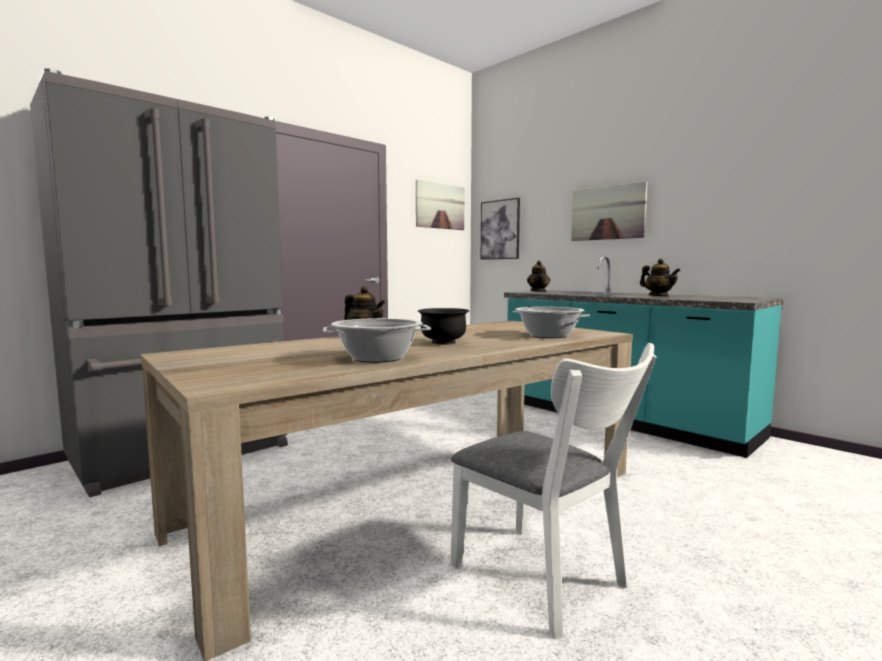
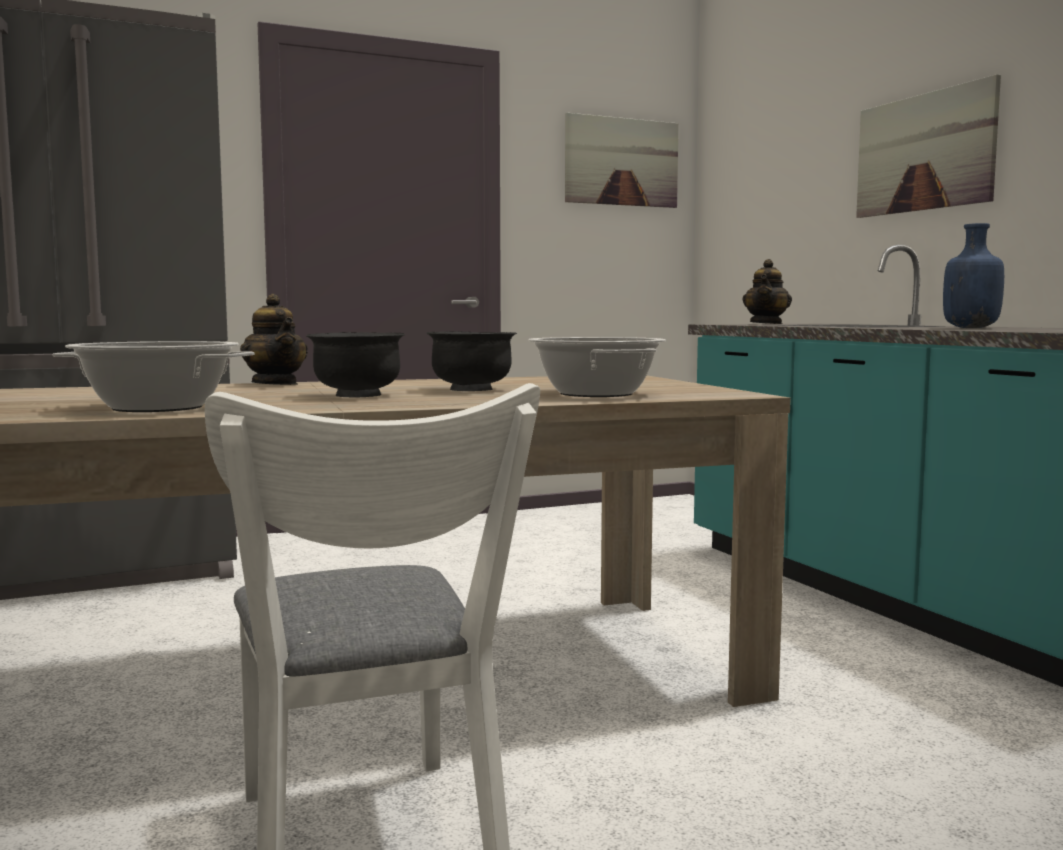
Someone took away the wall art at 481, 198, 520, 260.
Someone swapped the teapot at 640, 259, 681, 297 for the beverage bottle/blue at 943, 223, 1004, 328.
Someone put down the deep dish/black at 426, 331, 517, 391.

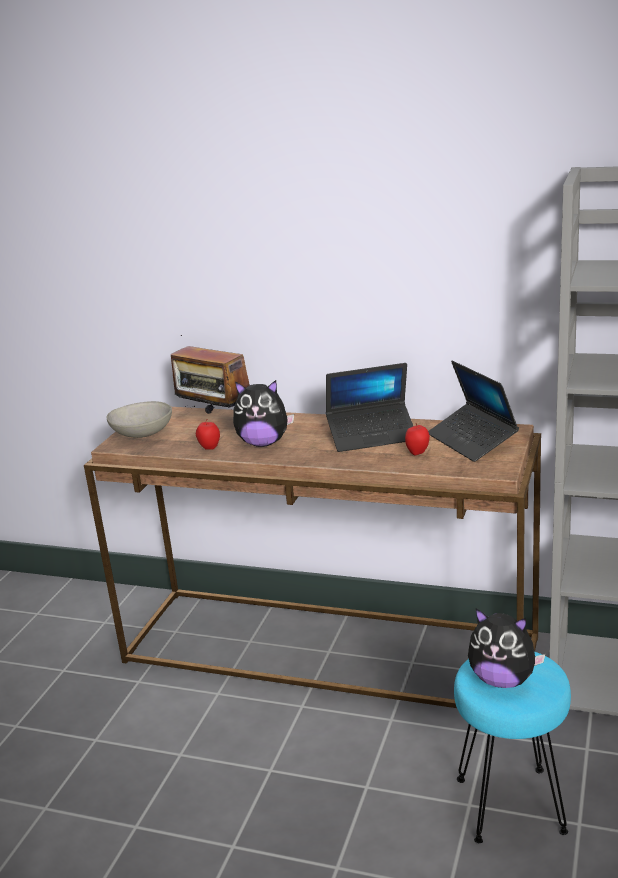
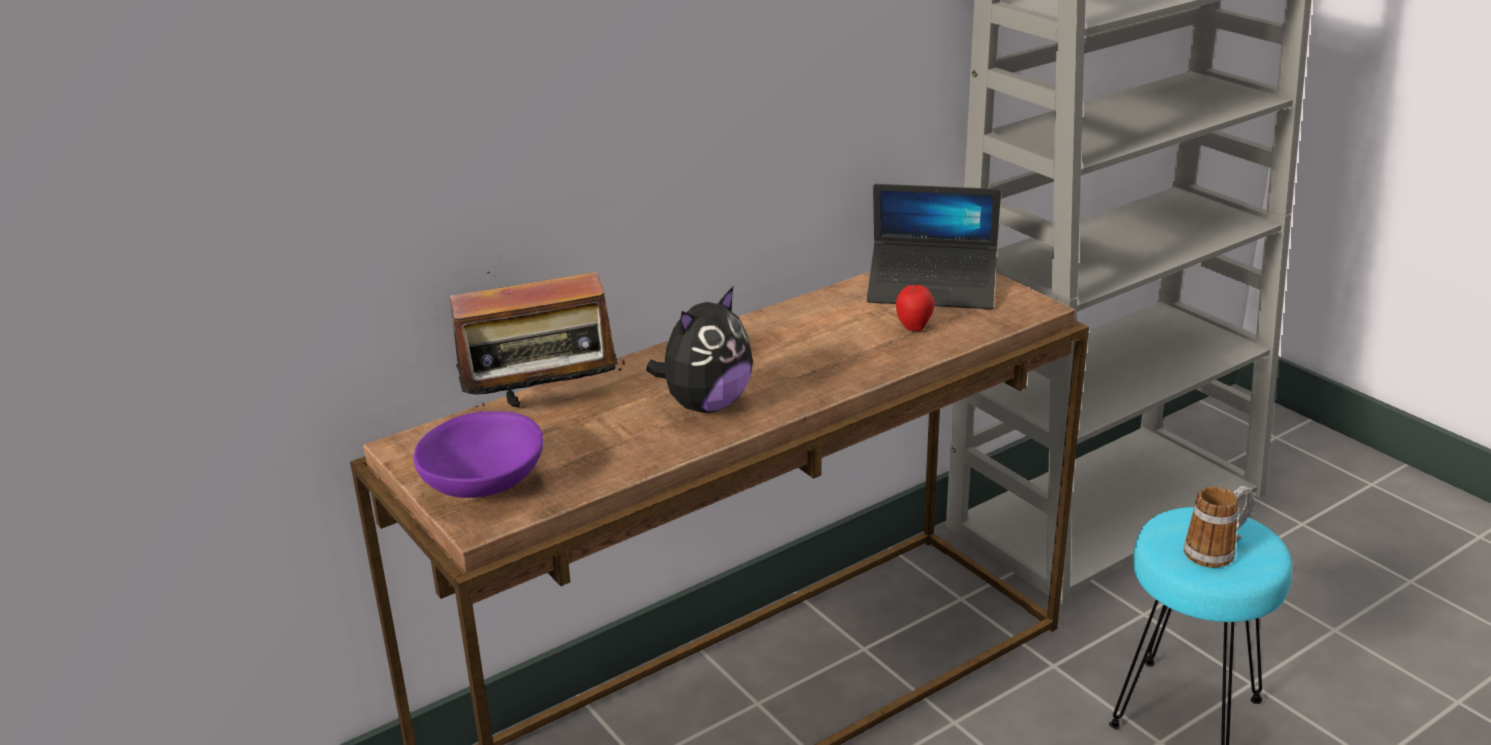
Someone repainted the deep dish/gray at 106, 401, 172, 438, which became the deep dish/purple at 413, 411, 544, 498.
Someone took away the whole apple at 196, 420, 220, 450.
Someone took away the notebook computer at 326, 363, 413, 452.
Someone swapped the soft toy at 468, 609, 545, 688 for the mug at 1184, 486, 1254, 568.

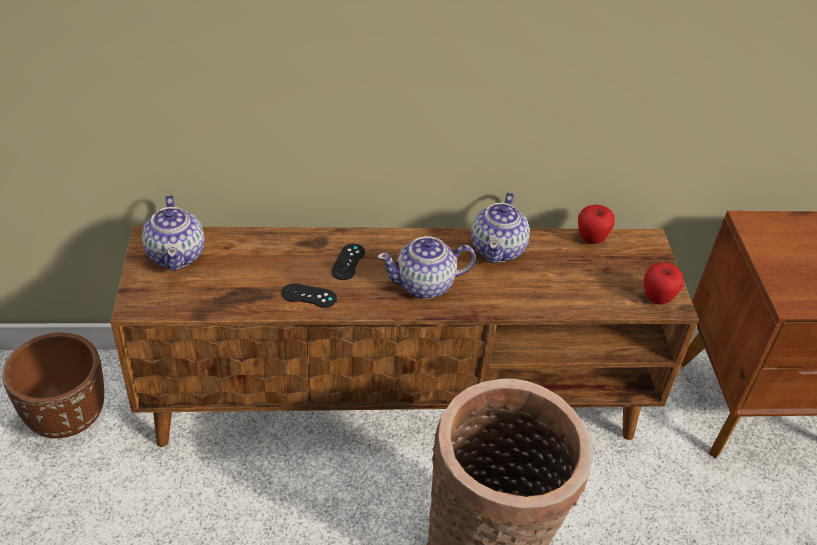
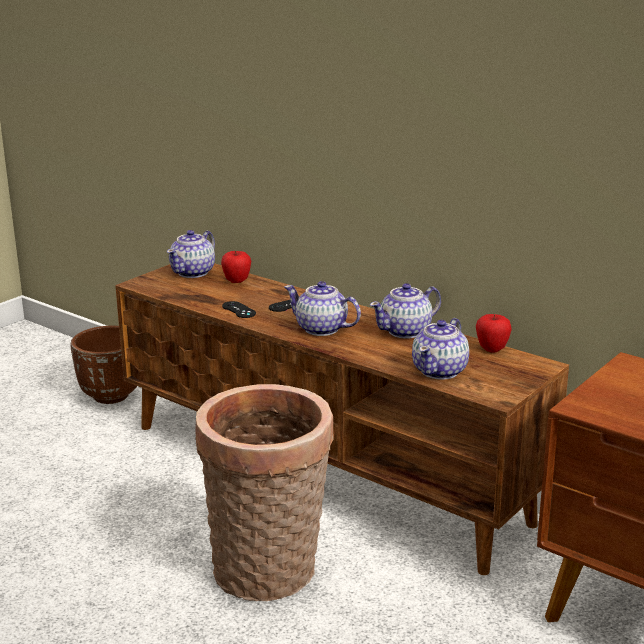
Someone carried the whole apple from 644, 262, 683, 304 to 221, 251, 251, 283.
Someone put down the teapot at 412, 318, 469, 380.

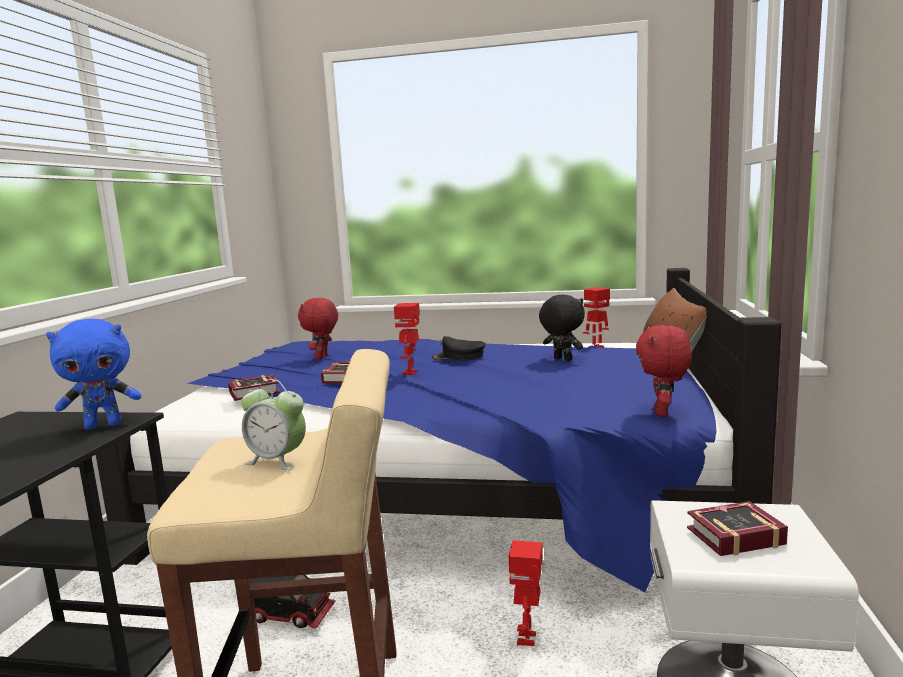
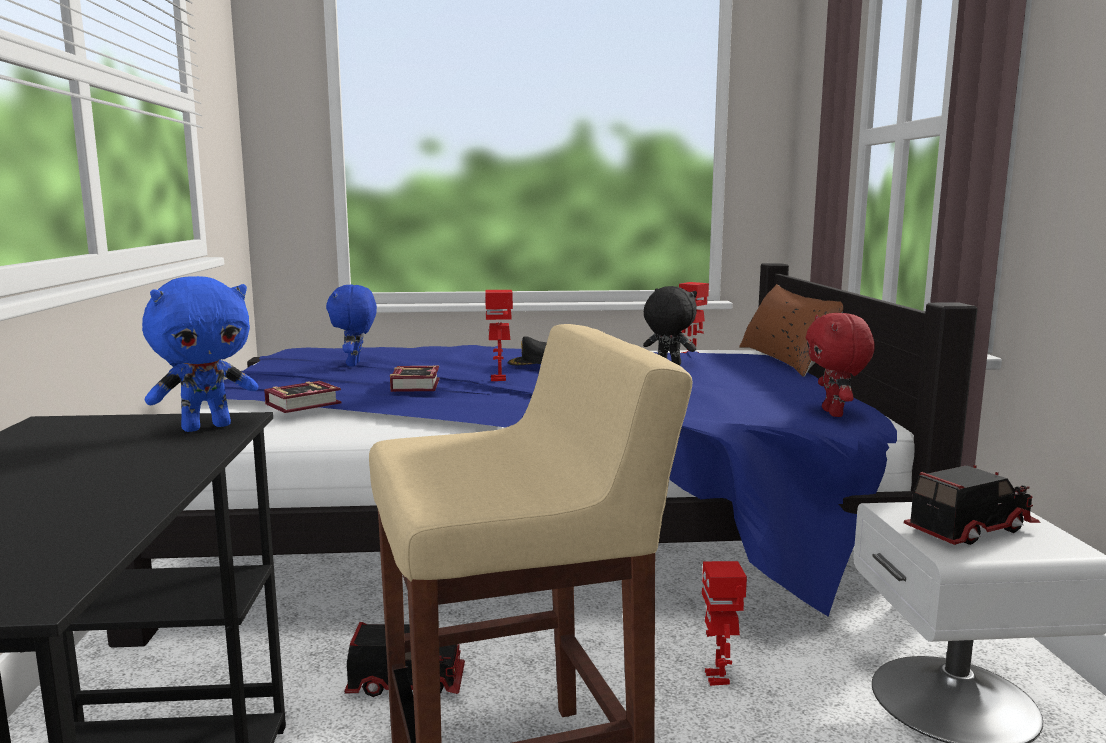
Someone took away the table clock at 241, 379, 306, 470.
Someone repainted the soft toy/red-coloured at 298, 298, 338, 359, which became the soft toy/blue at 326, 285, 377, 366.
Someone swapped the book at 687, 501, 788, 556 for the toy lorry at 904, 465, 1040, 545.

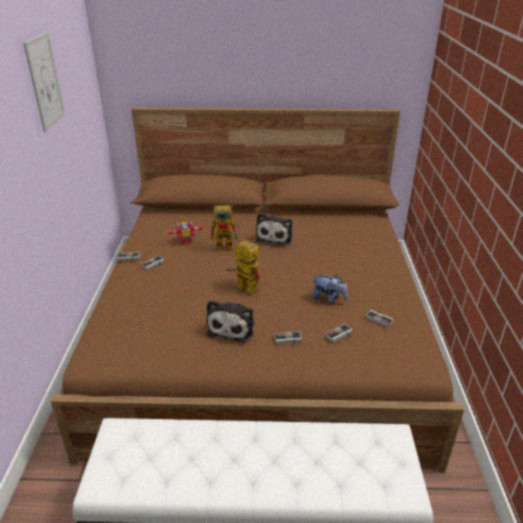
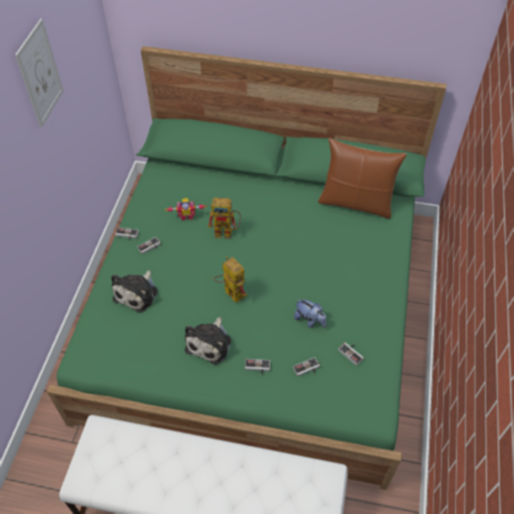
Someone repainted the bed/brownish at 51, 107, 465, 473, which became the bed/green at 47, 46, 446, 490.
Someone carried the soft toy from 256, 213, 292, 246 to 111, 270, 158, 313.
Someone put down the cushion/brownish at 318, 138, 407, 219.

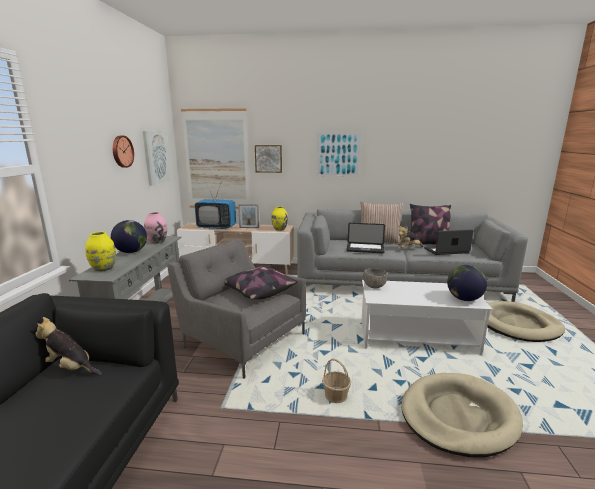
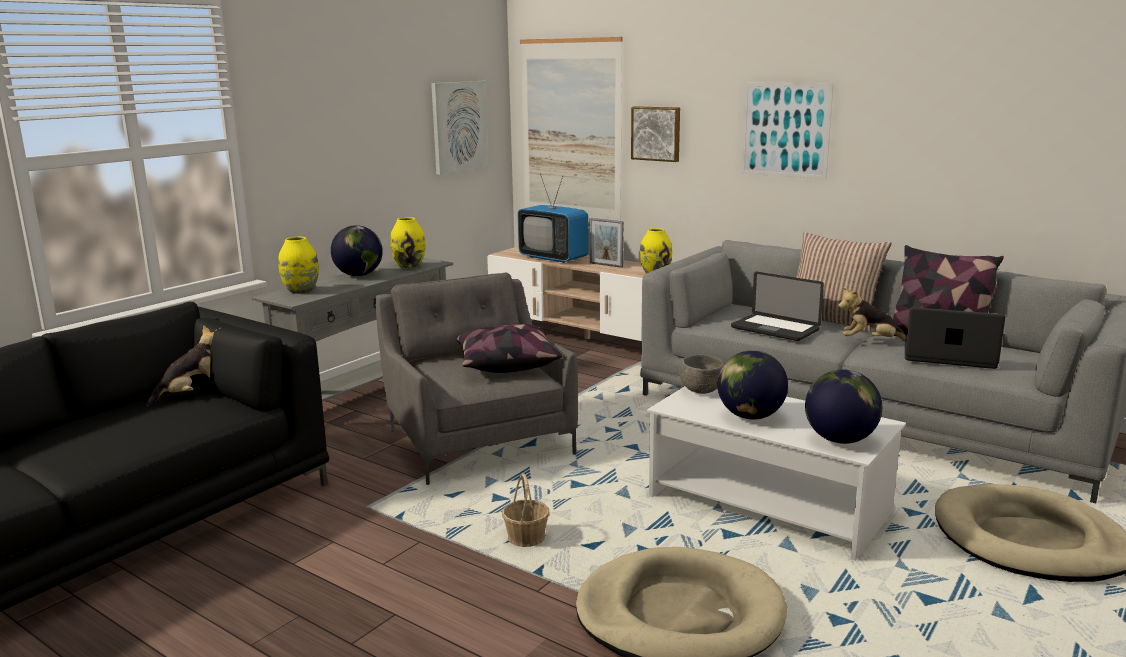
Someone rotated the soft toy at 36, 317, 102, 375 by 90 degrees clockwise.
Someone took away the wall clock at 113, 136, 134, 168.
Someone repainted the flower vase/pink at 144, 212, 167, 244, which became the flower vase/yellow-coloured at 390, 217, 425, 269.
Someone put down the world globe at 717, 350, 788, 420.

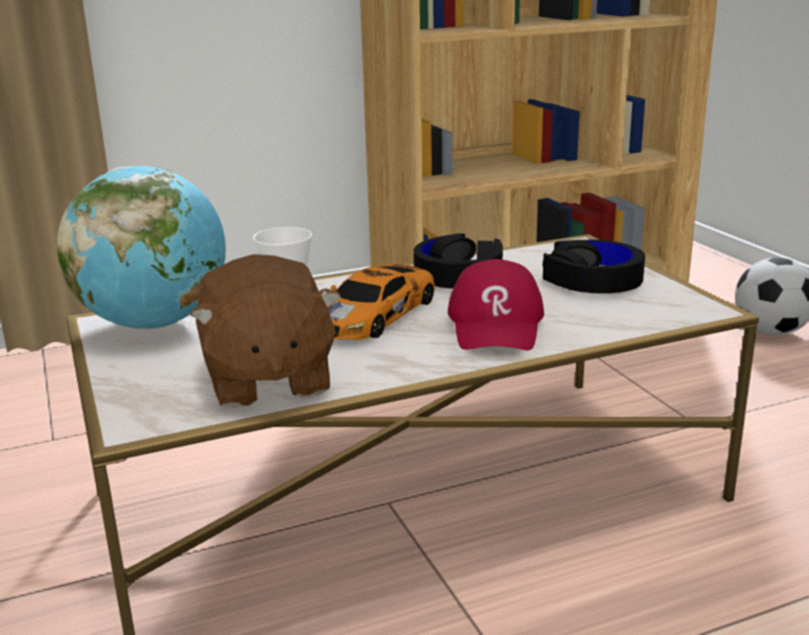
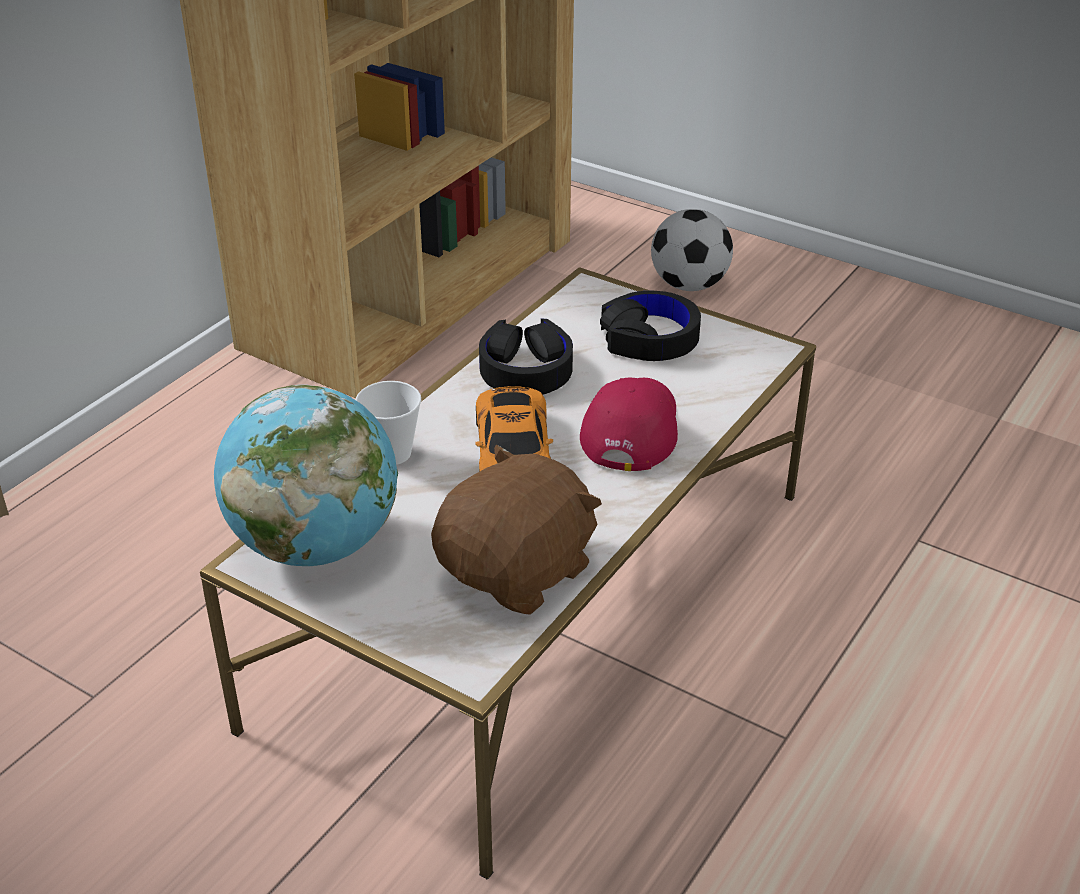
Someone rotated the soft toy/brownish at 190, 254, 341, 408 by 90 degrees counterclockwise.
Someone rotated the peaked cap/red-coloured at 448, 259, 544, 350 by 135 degrees counterclockwise.

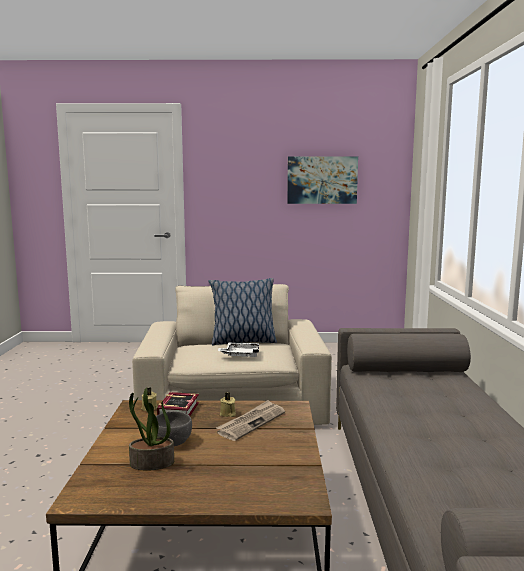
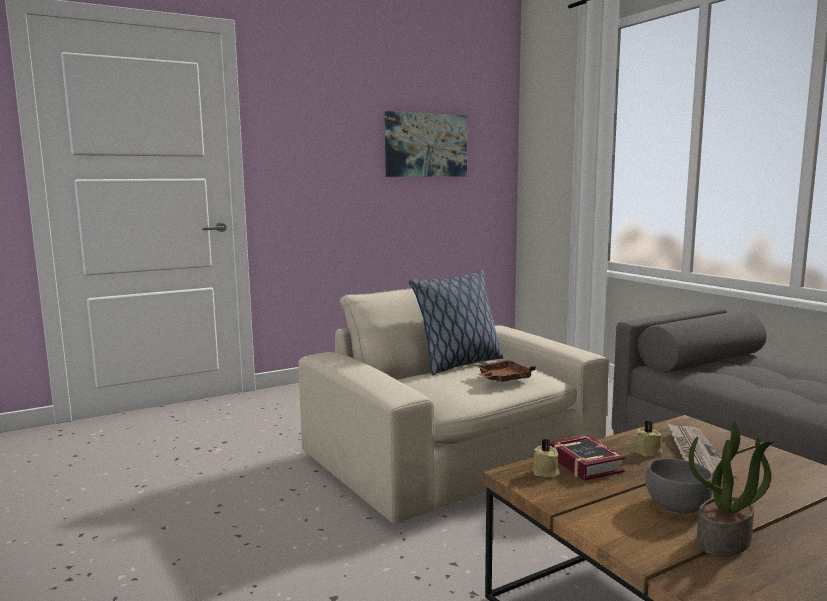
Someone repainted the serving tray/whitish at 218, 343, 259, 357, which became the serving tray/brownish at 474, 360, 536, 382.

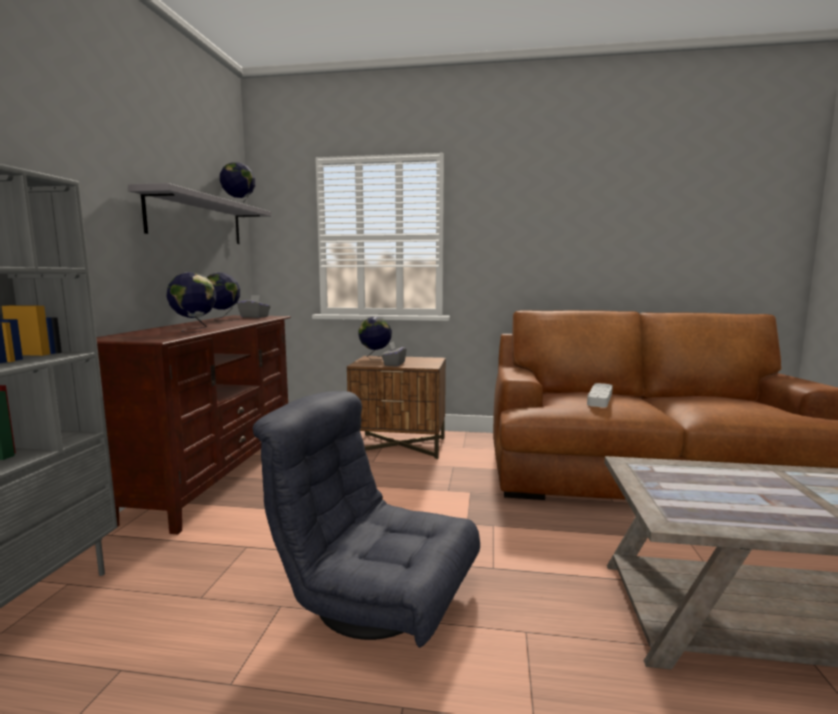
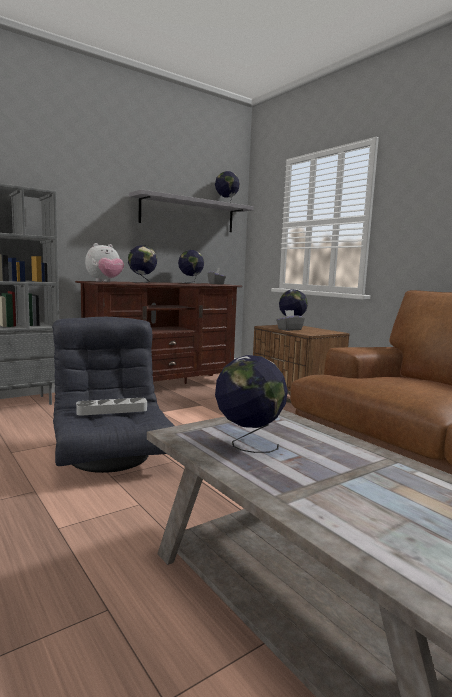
Someone carried the serving tray/gray from 587, 383, 613, 407 to 76, 398, 147, 416.
Someone put down the soft toy at 85, 243, 124, 282.
Someone put down the world globe at 215, 355, 288, 453.

